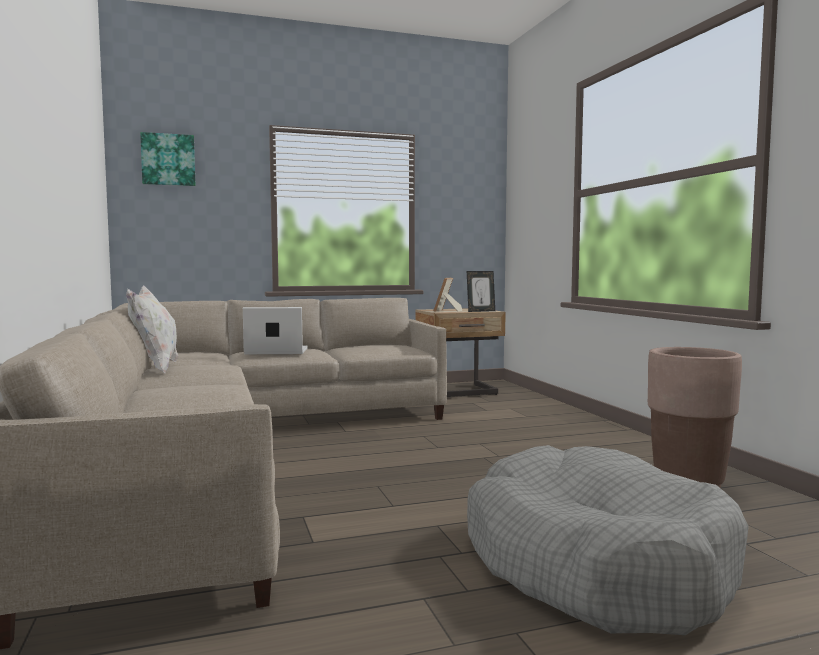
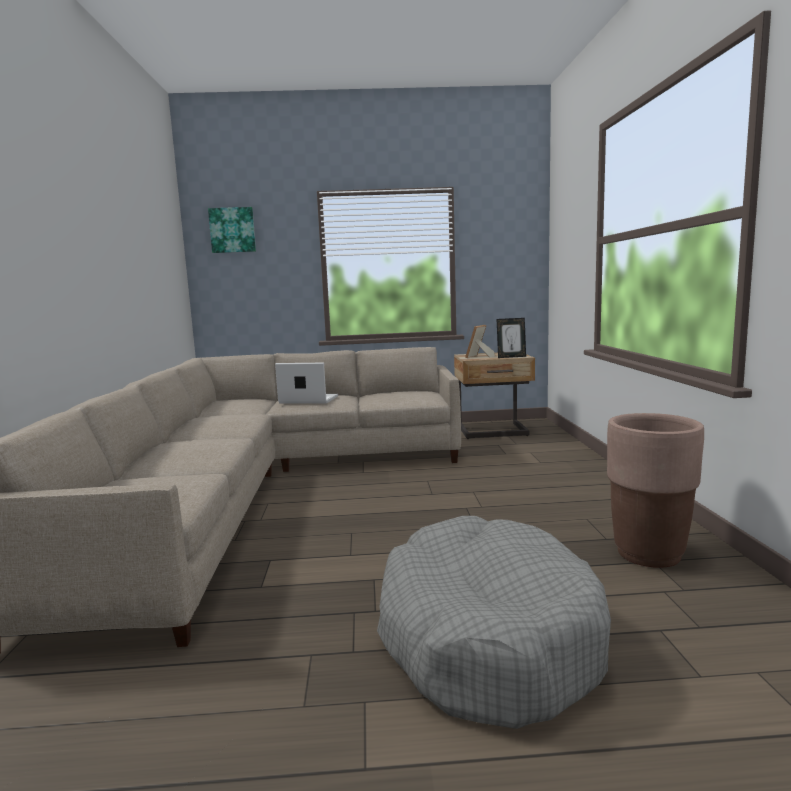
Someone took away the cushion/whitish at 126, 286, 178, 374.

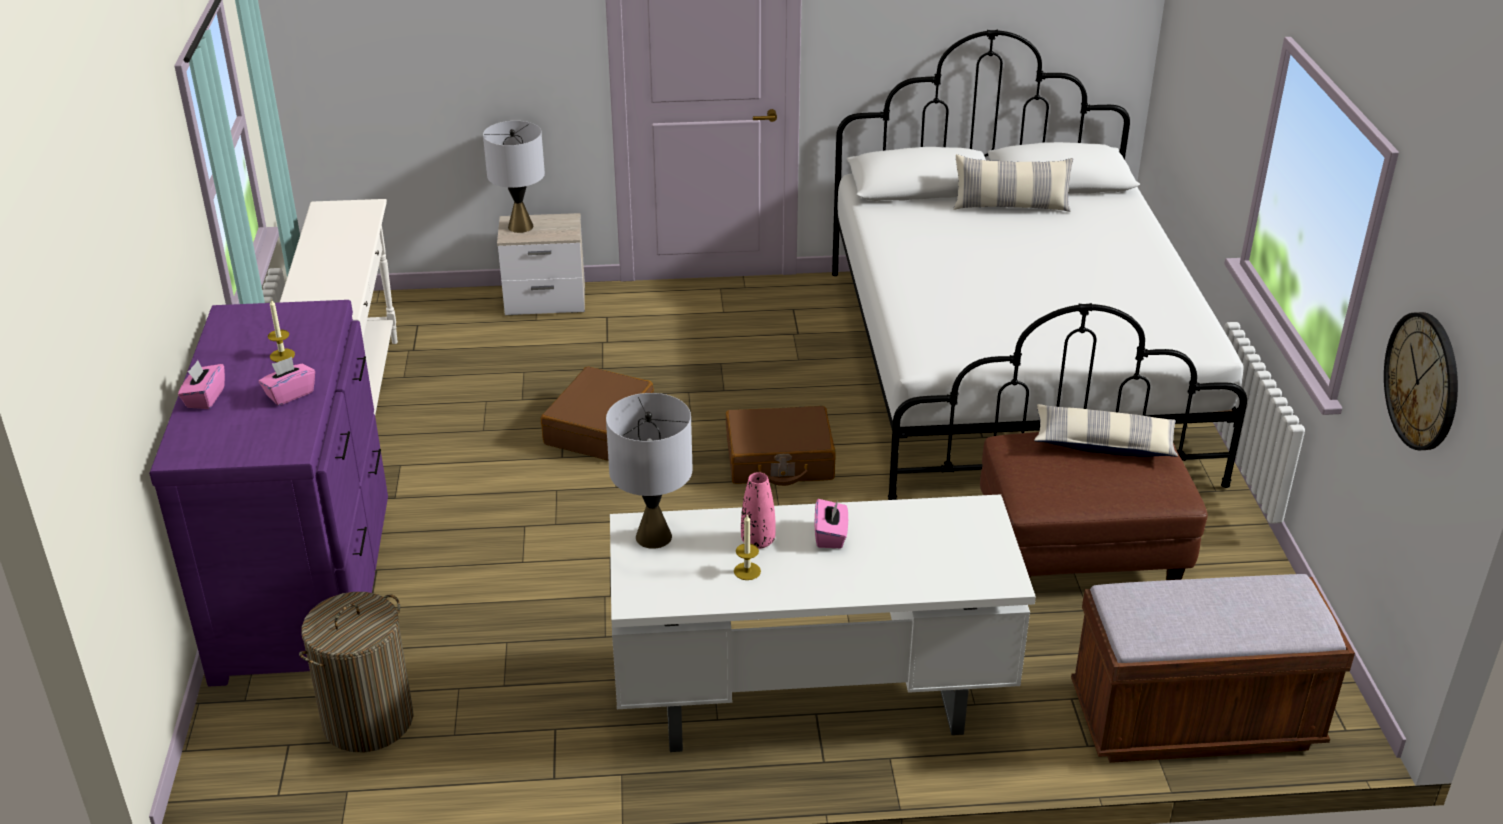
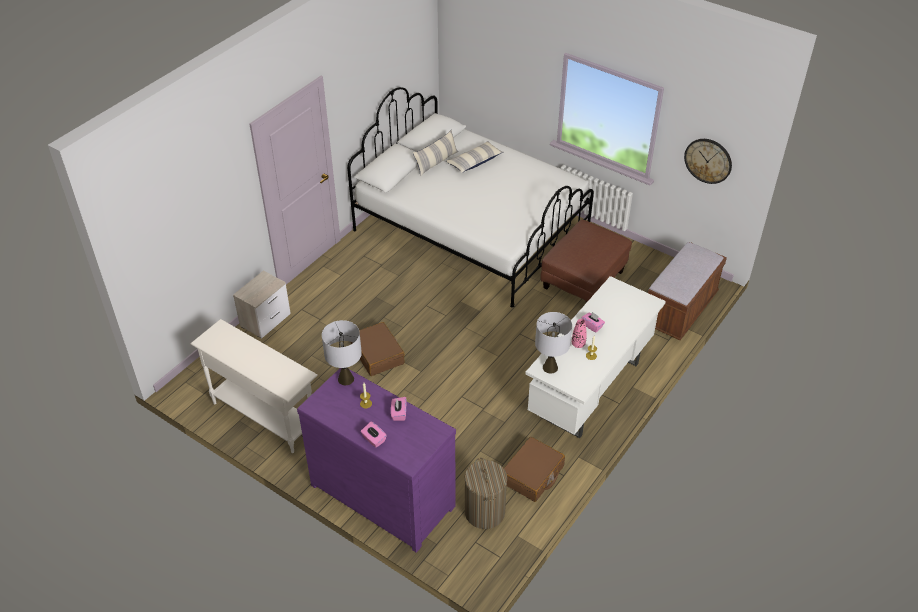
Someone carried the tabletop lamp/gray from 483, 121, 545, 233 to 322, 320, 362, 385.
Someone carried the suitcase/brownish from 726, 406, 836, 486 to 504, 437, 565, 502.
Someone carried the cushion from 1034, 404, 1178, 457 to 446, 141, 503, 173.

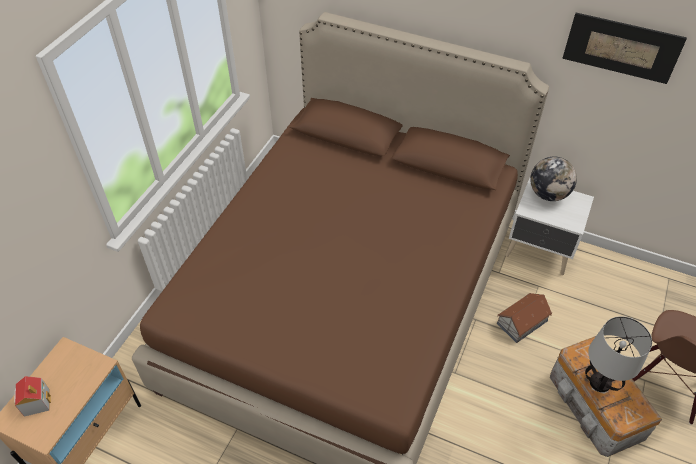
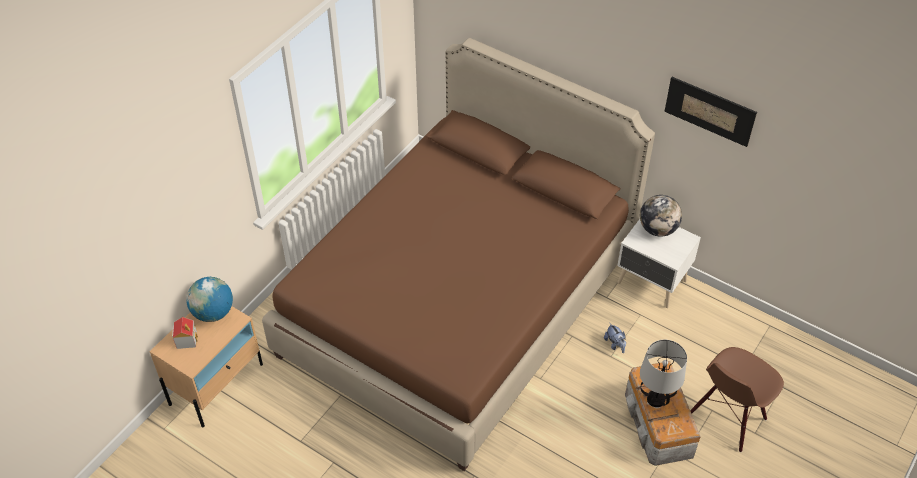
Someone swapped the toy house at 497, 293, 552, 343 for the soft toy at 604, 323, 626, 353.
Someone put down the world globe at 186, 277, 233, 322.

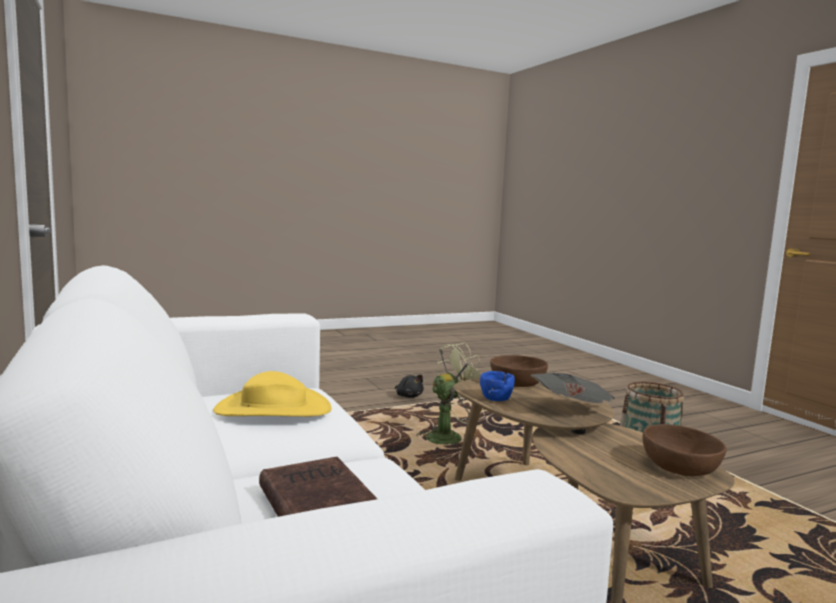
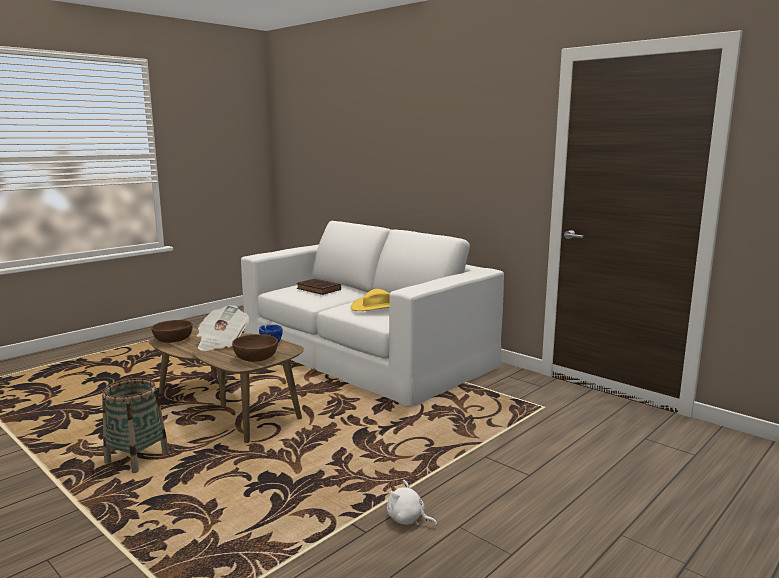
Someone repainted the soft toy/black at 395, 375, 424, 398, which became the soft toy/whitish at 387, 479, 437, 526.
Someone took away the electric fan/green at 418, 342, 485, 445.

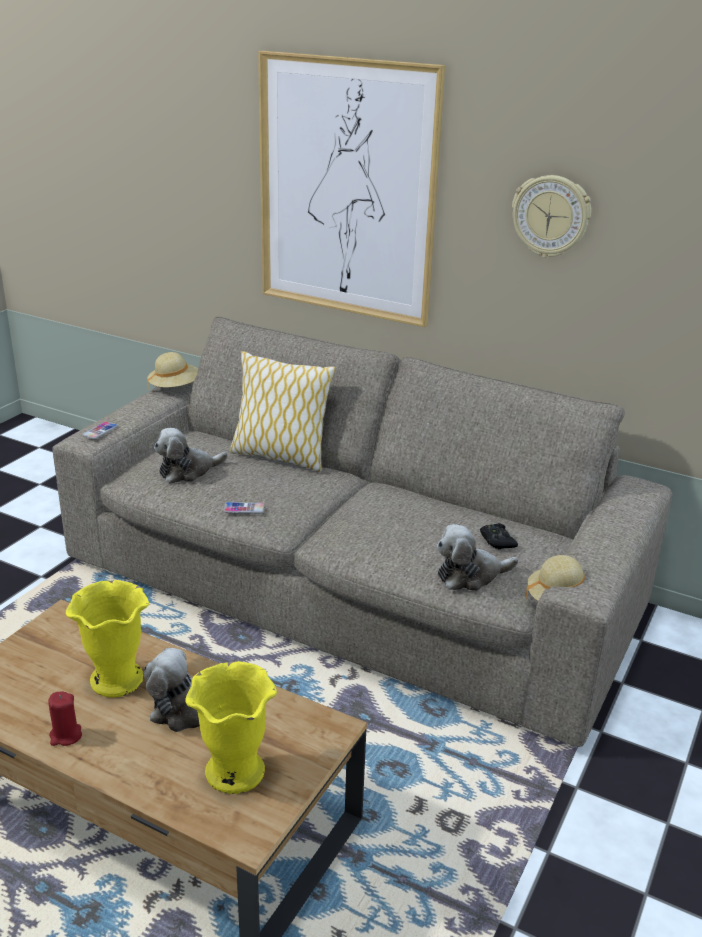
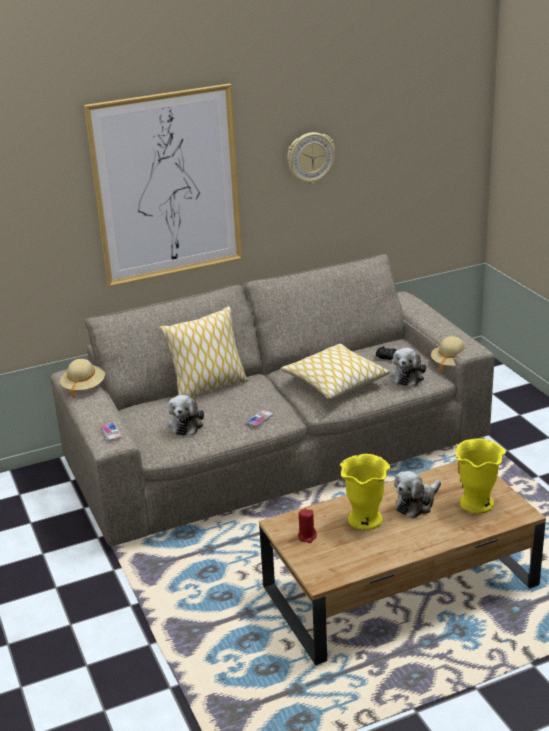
Someone carried the wax candle/red-coloured from 48, 692, 82, 746 to 298, 509, 317, 543.
Someone put down the cushion at 280, 344, 390, 400.

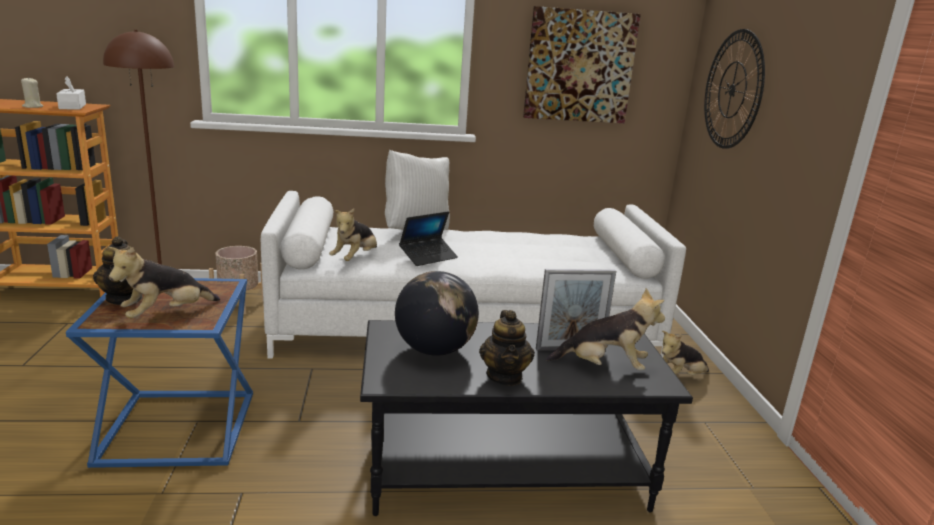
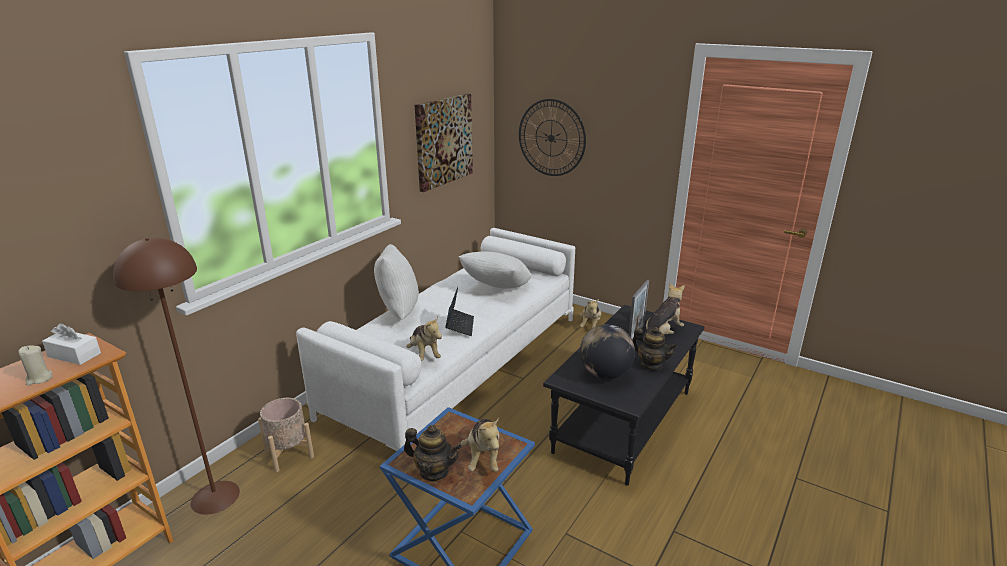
Someone put down the cushion/whitish at 459, 251, 532, 289.

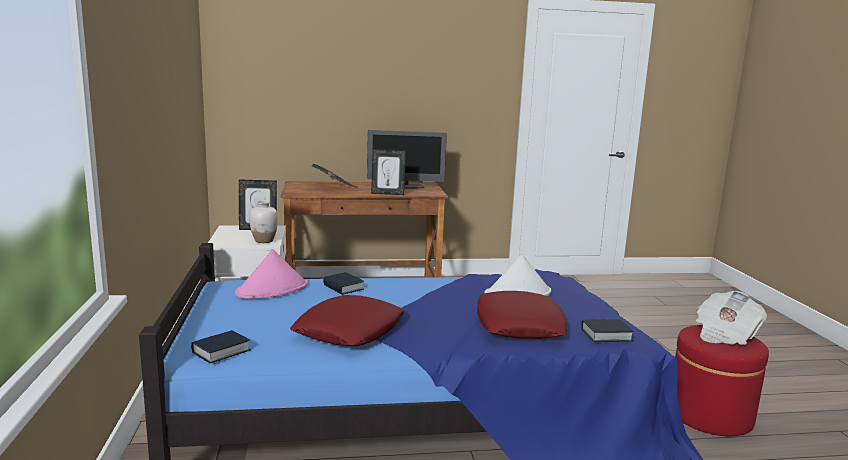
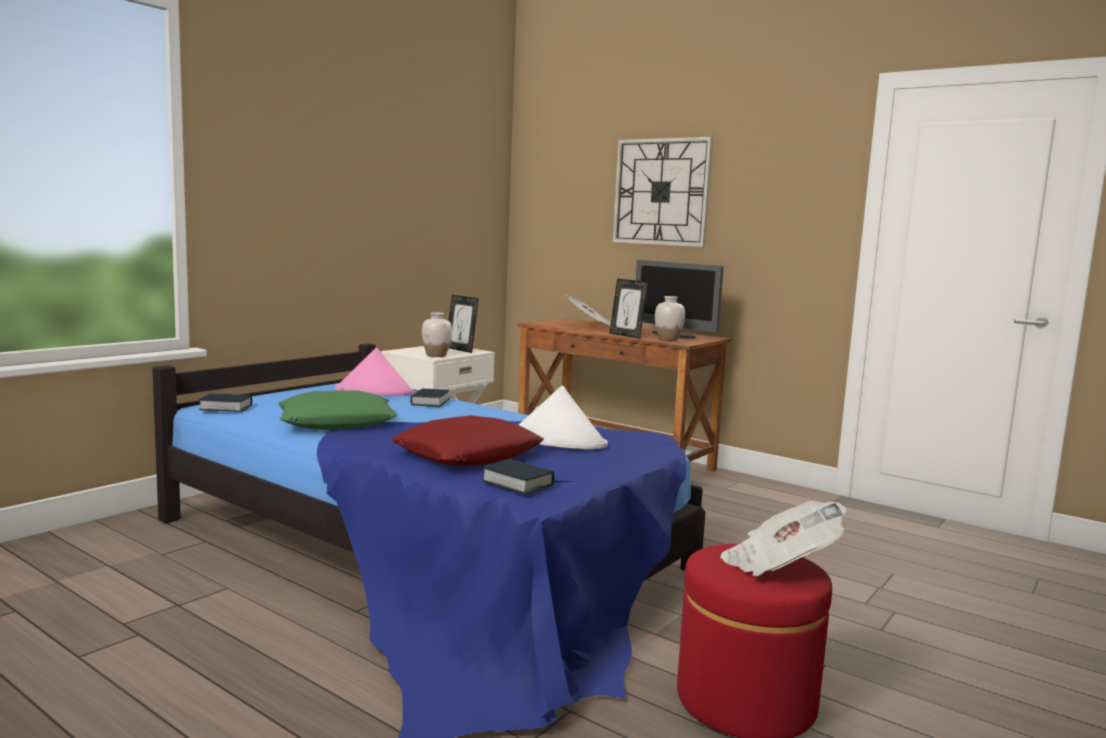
Someone repainted the cushion/red-coloured at 290, 295, 405, 346, which became the cushion/green at 278, 391, 398, 430.
Someone put up the wall clock at 613, 137, 713, 247.
Someone put down the flower vase/whitish at 655, 296, 685, 341.

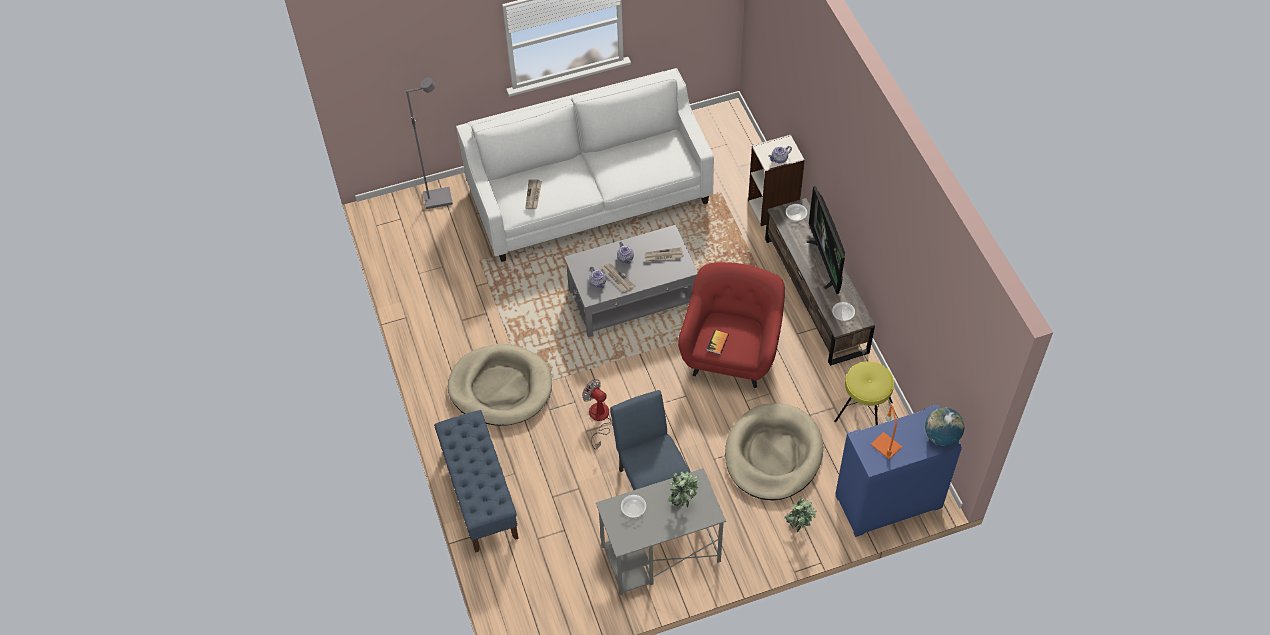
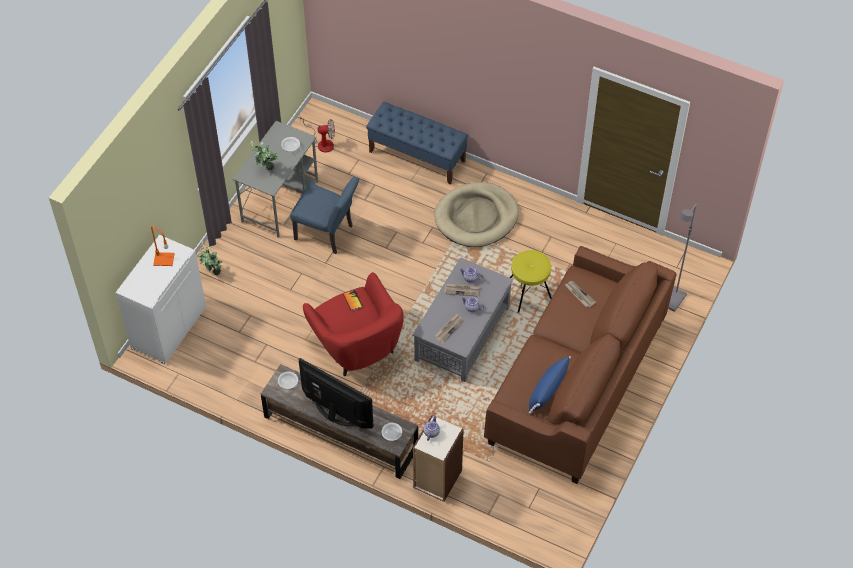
Someone repainted the settee/whitish at 456, 68, 714, 262, which became the settee/brownish at 484, 246, 677, 484.
Someone carried the electric fan from 582, 379, 611, 450 to 300, 118, 335, 153.
Someone took away the pet bed/beige-coloured at 725, 403, 823, 500.
Someone carried the sitting stool/yellow-coloured from 834, 361, 894, 425 to 510, 250, 552, 313.
Someone repainted the storage cabinet/blue at 835, 404, 962, 537, which became the storage cabinet/whitish at 115, 235, 206, 364.
Someone took away the world globe at 925, 407, 964, 446.
Someone put down the cushion/blue at 529, 356, 571, 414.

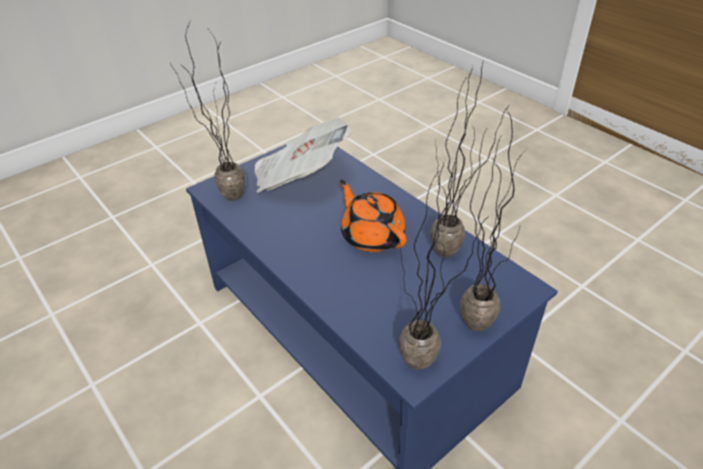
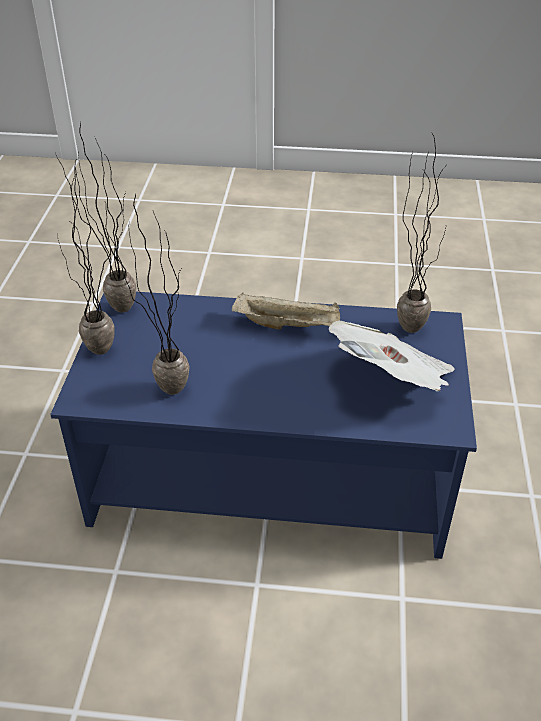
Someone took away the teapot/orangey at 340, 180, 406, 252.
Someone put down the serving tray/beige-coloured at 232, 293, 340, 330.

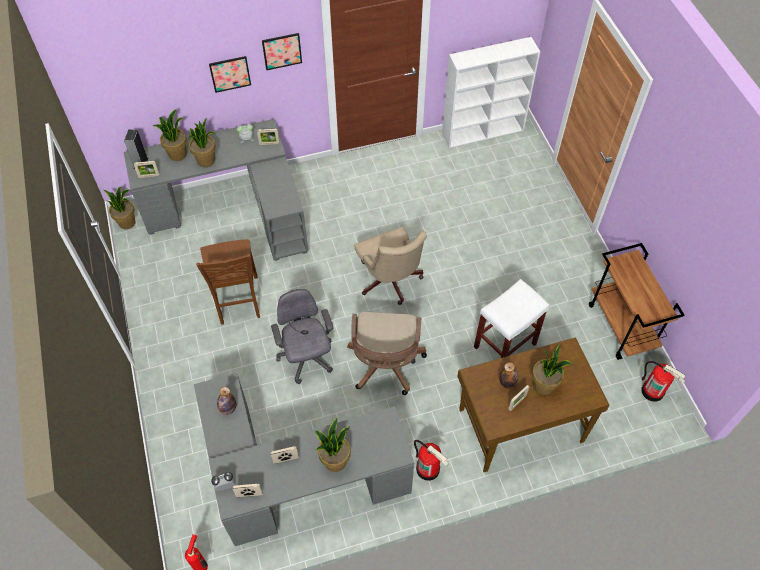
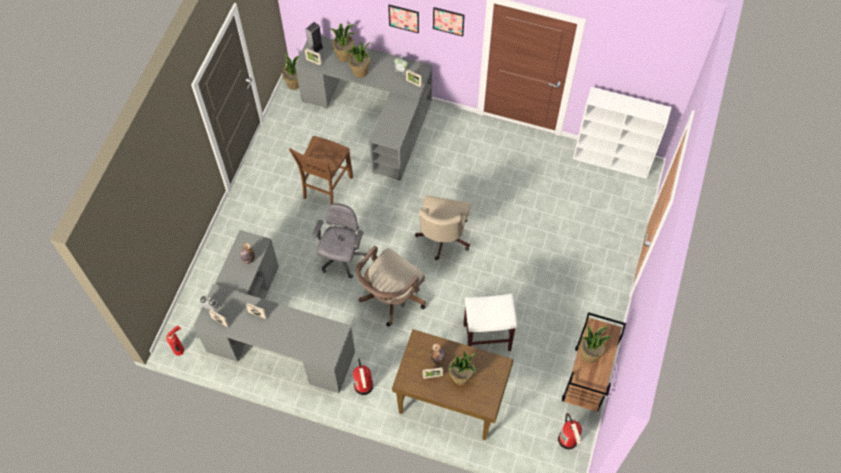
Someone carried the plant in a pot from 315, 417, 351, 472 to 580, 326, 612, 363.

